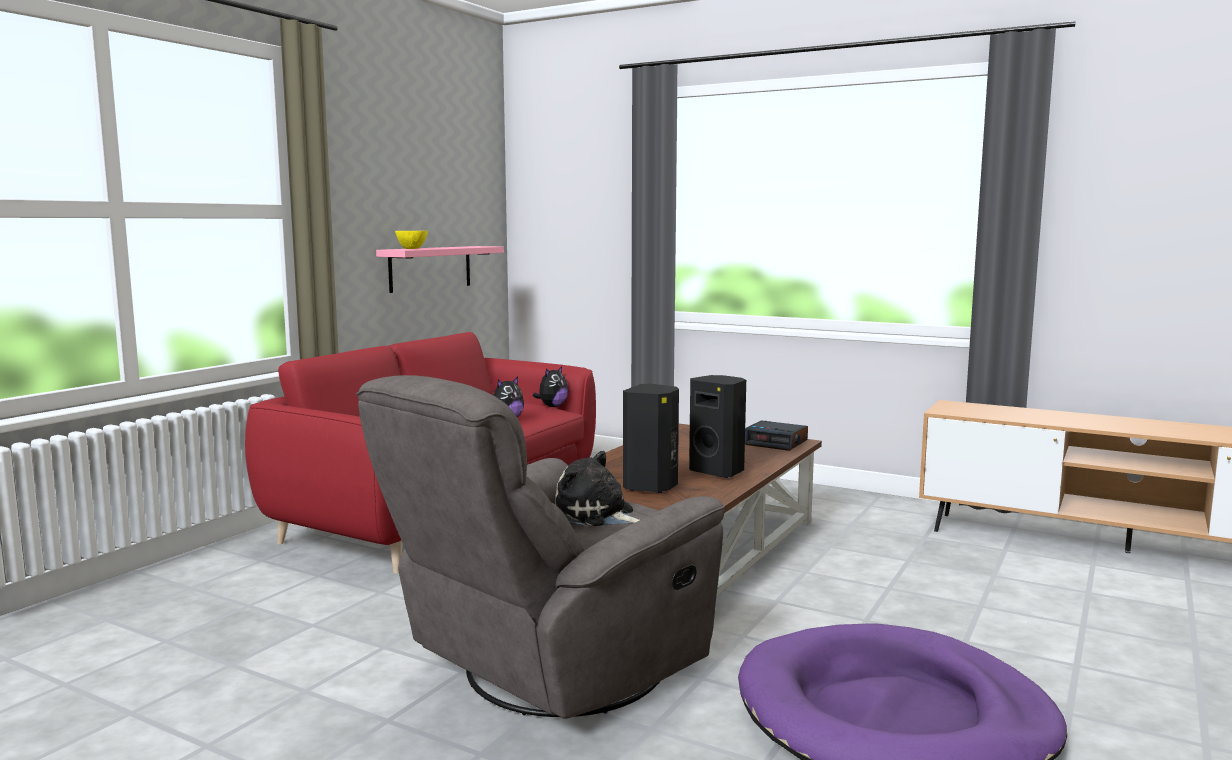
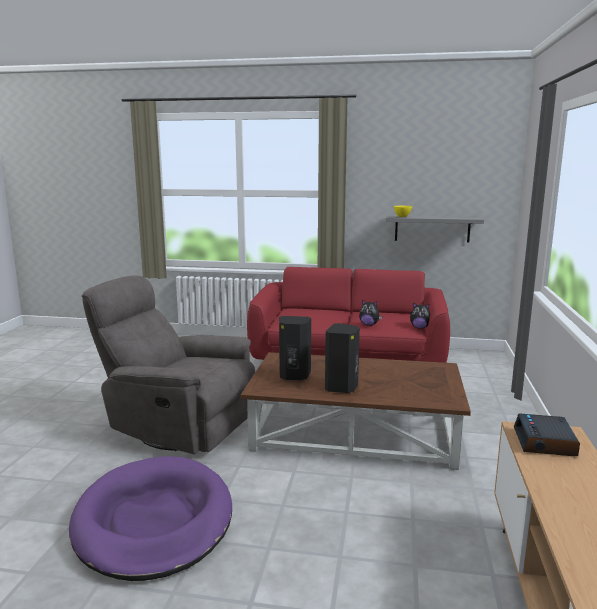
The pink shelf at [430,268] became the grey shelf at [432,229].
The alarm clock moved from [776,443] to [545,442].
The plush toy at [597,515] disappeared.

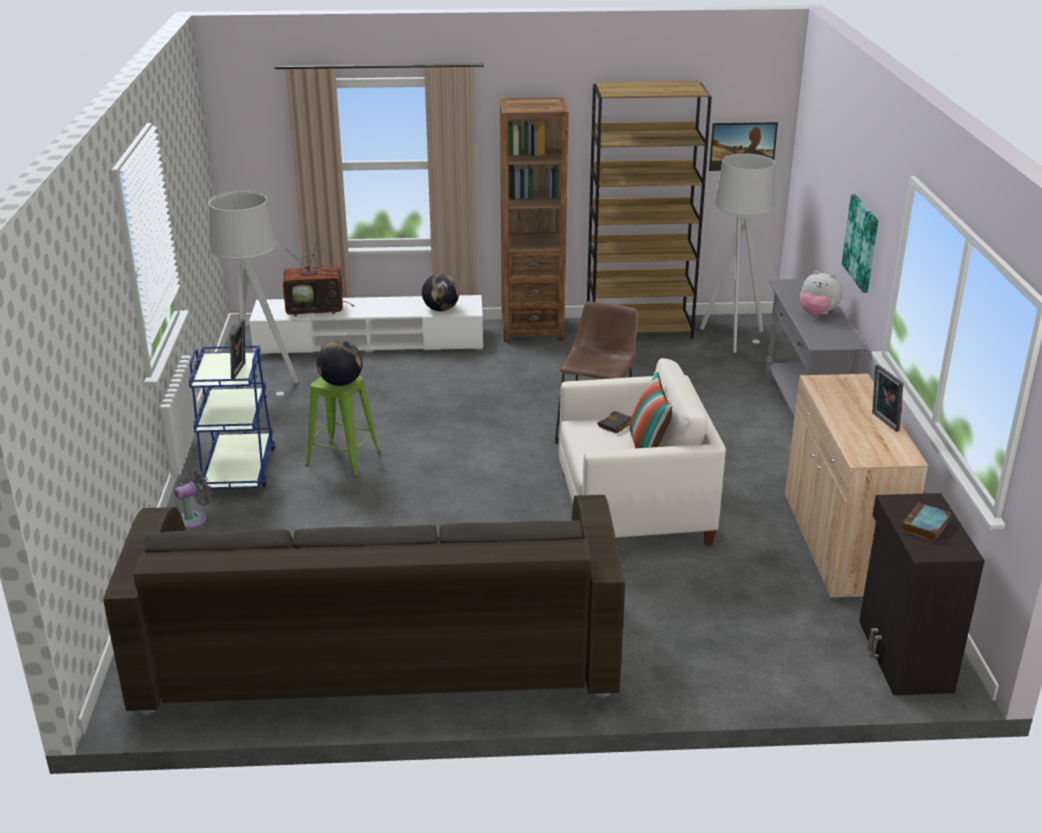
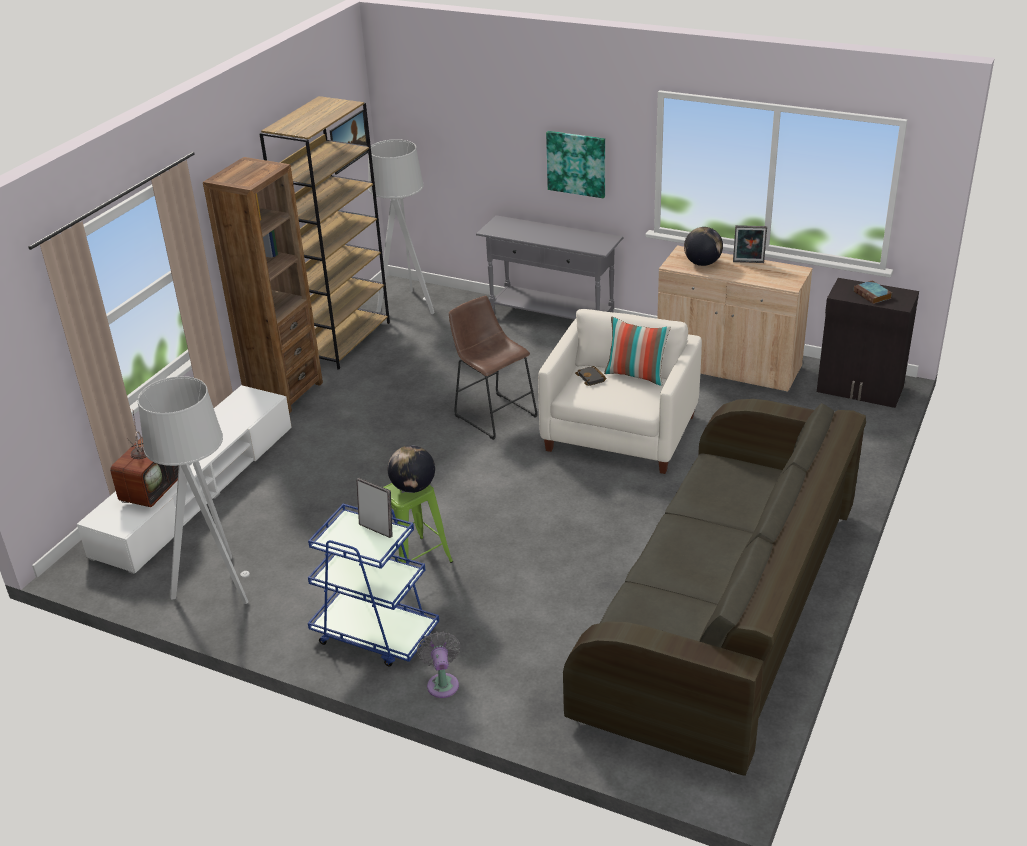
The plush toy at [817,314] disappeared.
The globe moved from [441,309] to [702,263].

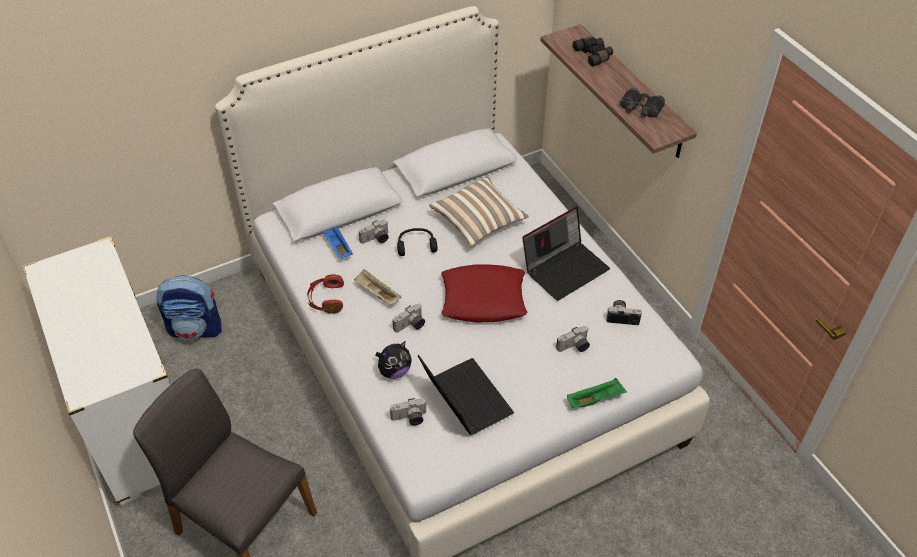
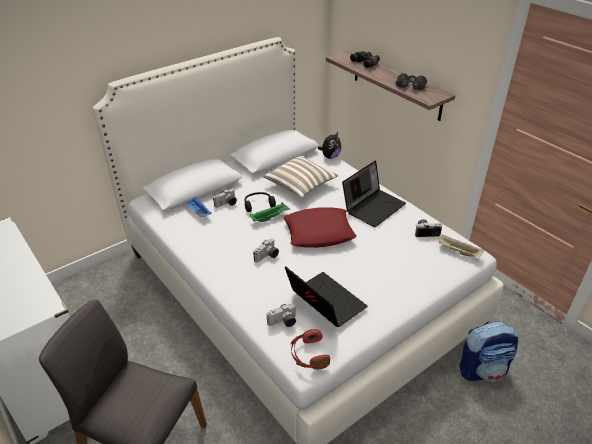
The beige tray moved from [377,293] to [458,251].
The red headphones moved from [326,299] to [309,355].
The backpack moved from [196,328] to [483,370].
The photo camera at [574,347] disappeared.
The plush toy moved from [394,371] to [330,156].
The green tray moved from [595,399] to [270,217].

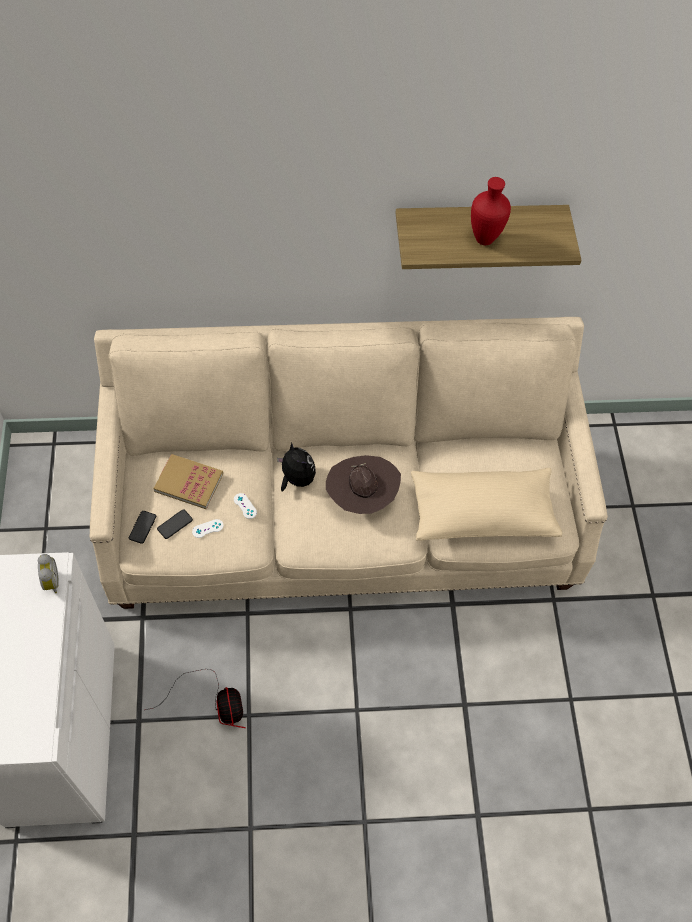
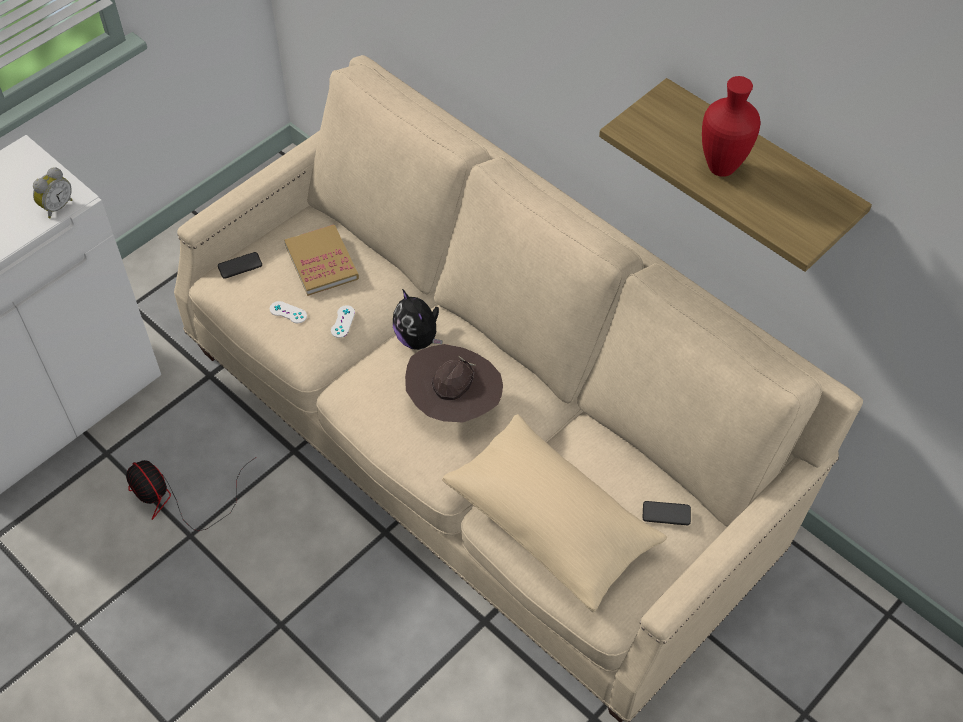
The plush toy at [296,479] turned 135 degrees clockwise.
The phone moved from [175,524] to [666,513].
The fan at [215,704] turned 105 degrees clockwise.

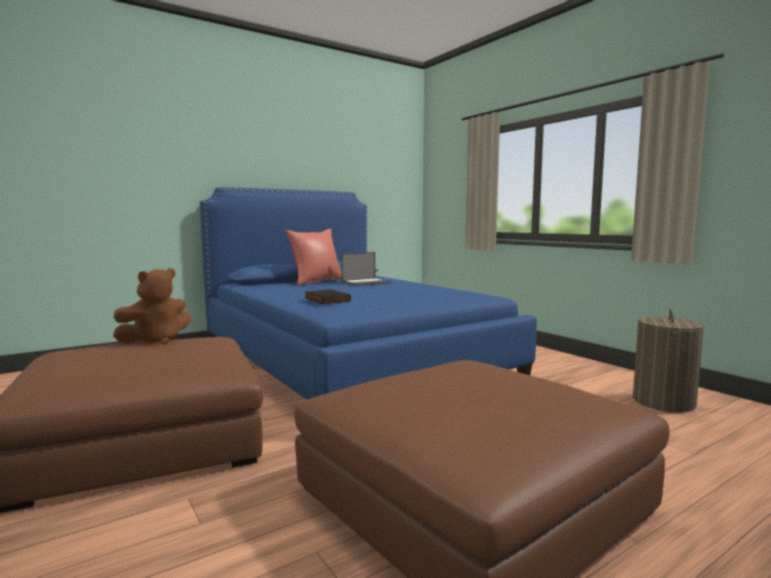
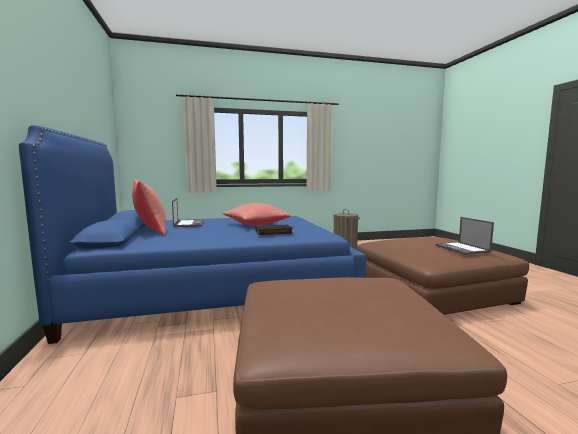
The brown plush toy at [156,340] disappeared.
The red pillow at [255,225] appeared.
The laptop at [462,249] appeared.

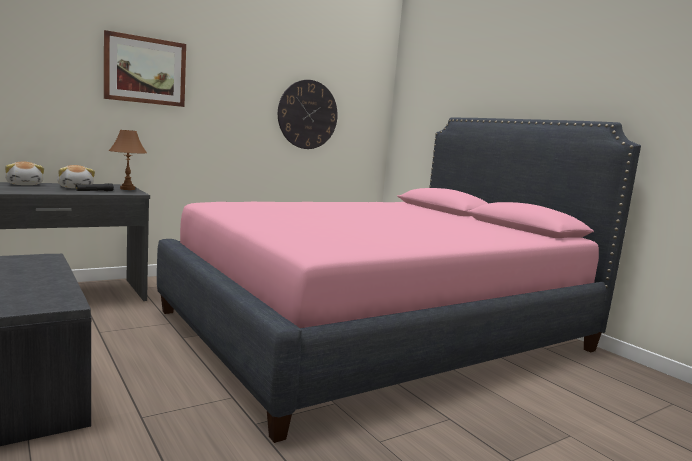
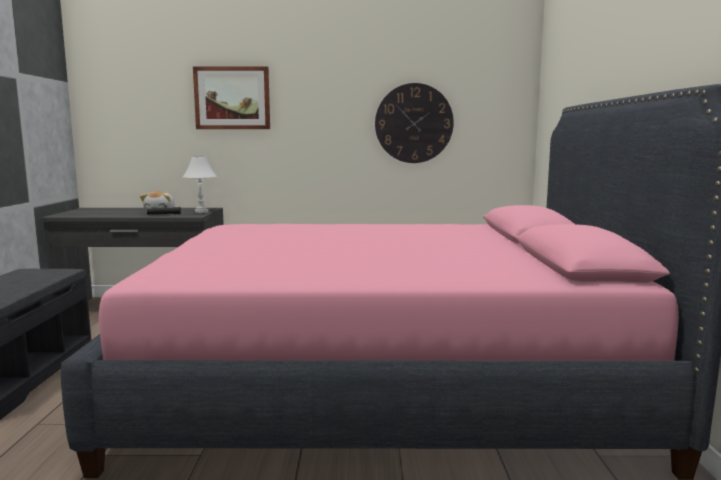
The brown table lamp at [127,189] became the white table lamp at [201,212].
The plush toy at [25,184] disappeared.

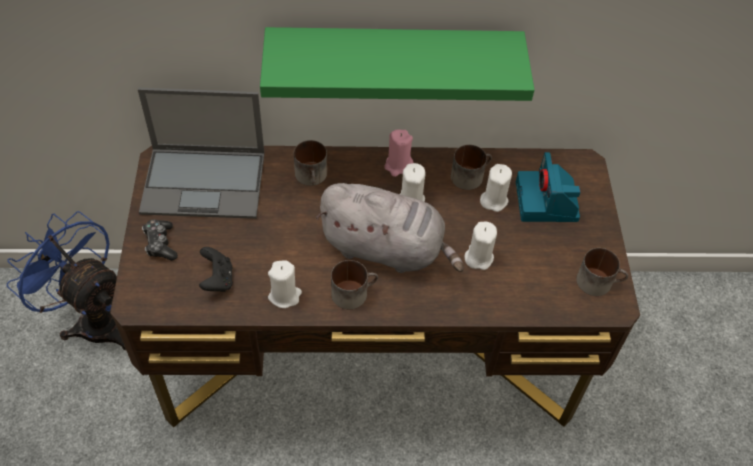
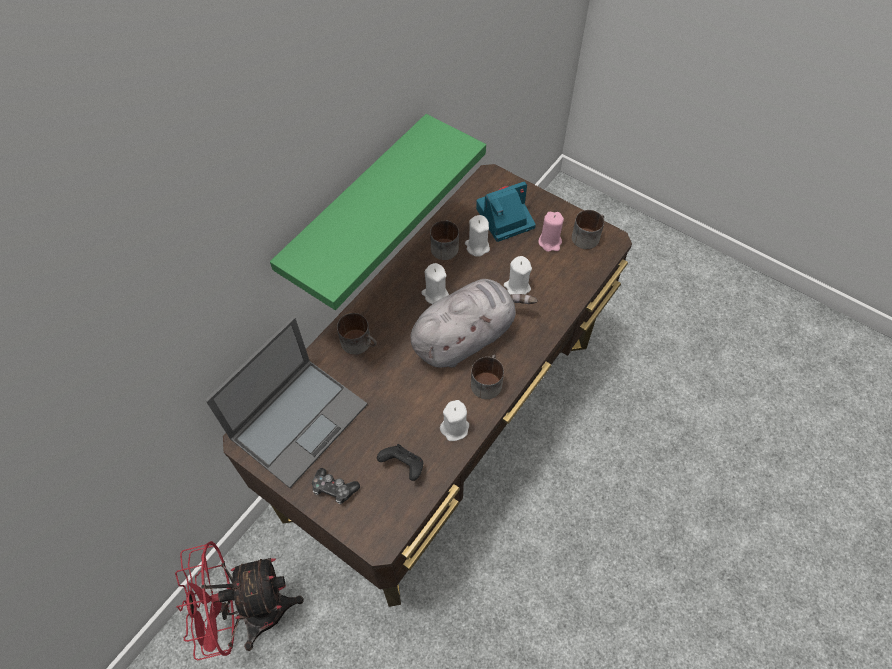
The pink candle moved from [398,165] to [550,242].
The photo camera at [547,202] turned 120 degrees clockwise.
The blue fan at [93,319] became the red fan at [251,613].

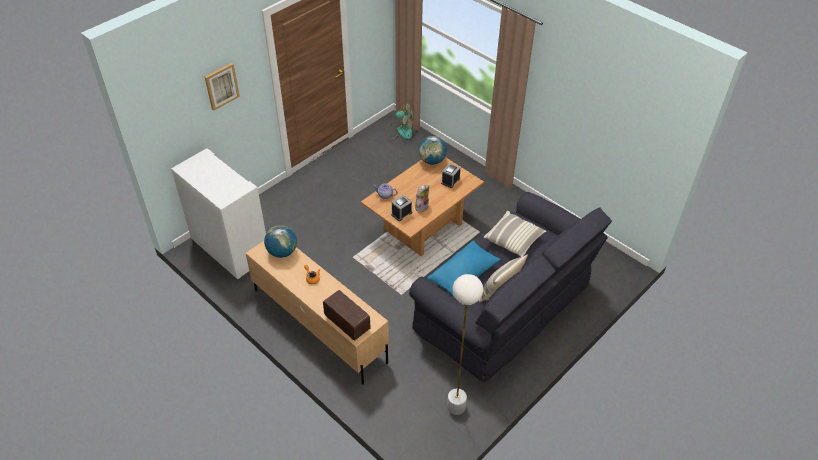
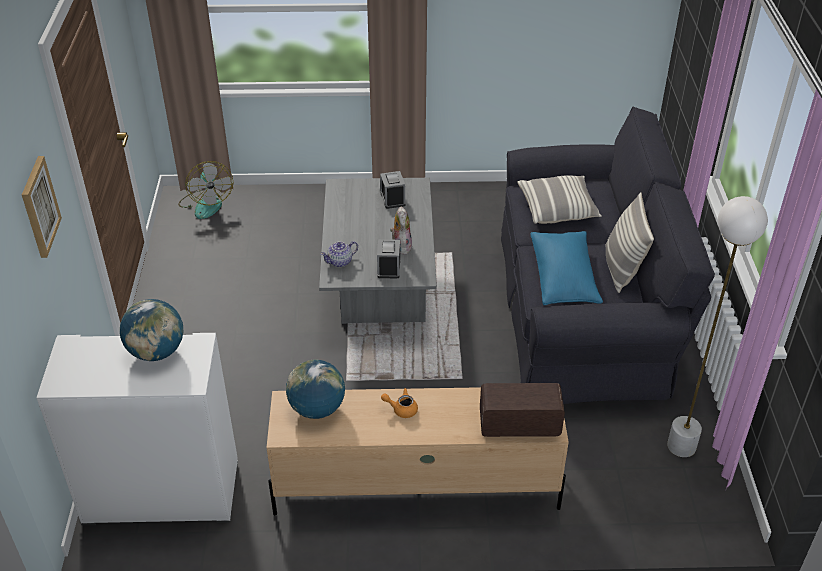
The fan at [400,131] turned 90 degrees clockwise.
The globe moved from [432,161] to [156,352].
The brown coffee table at [422,225] became the grey coffee table at [379,288].

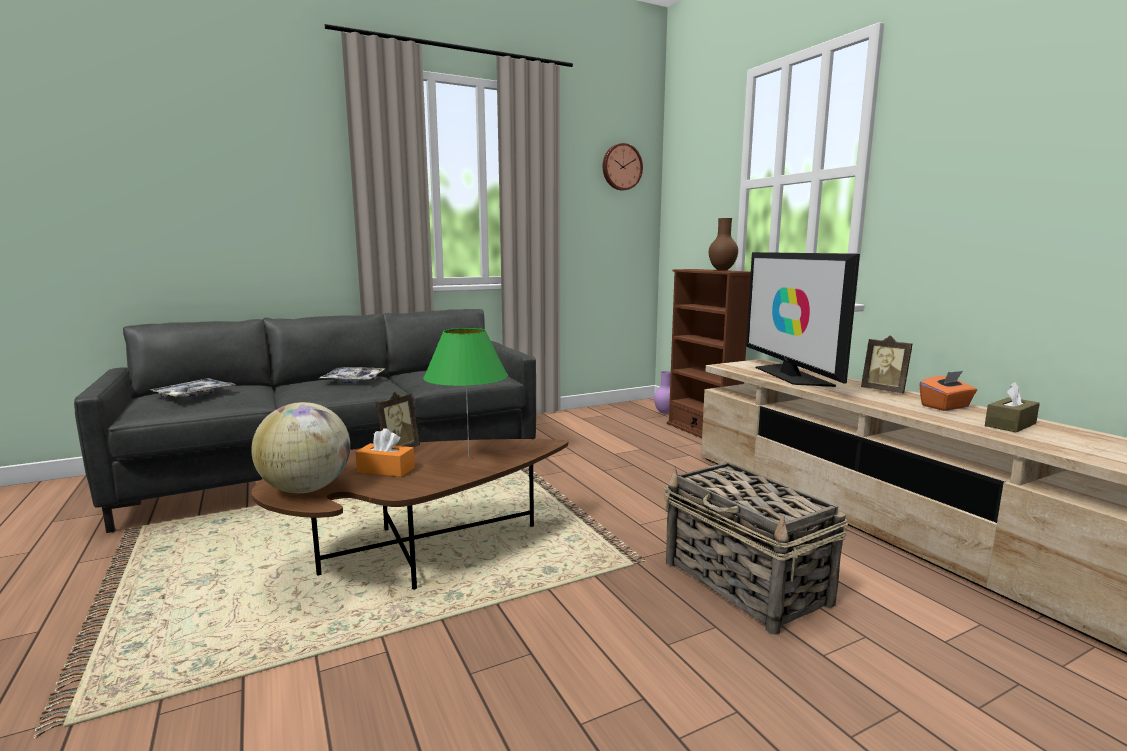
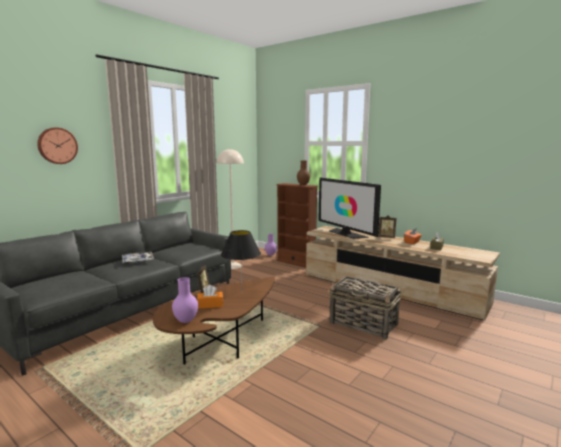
The wall clock moved from [621,167] to [57,145].
The green table lamp at [468,459] became the black table lamp at [241,293].
The tray at [193,395] disappeared.
The globe at [306,489] was replaced by the purple vase at [185,321].
The beige floor lamp at [233,266] appeared.

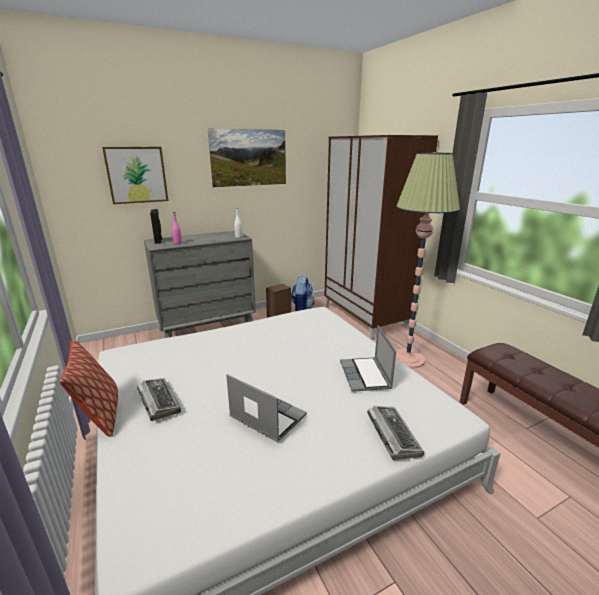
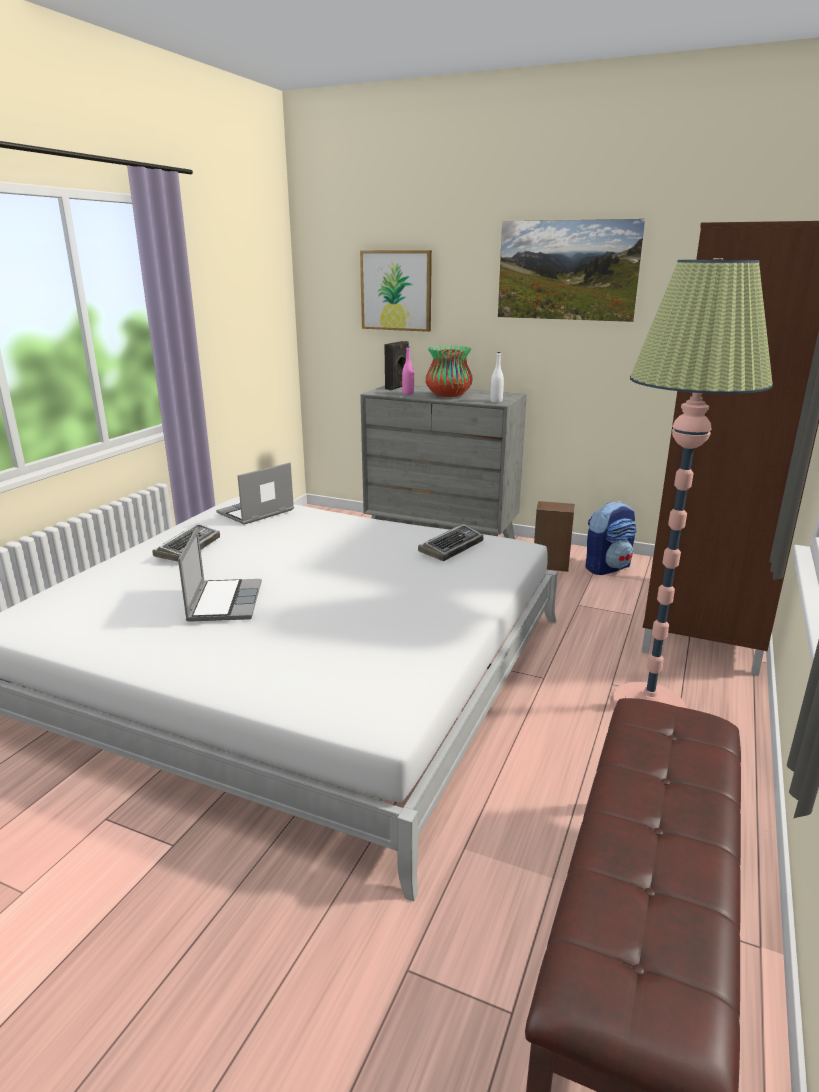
The laptop moved from [365,376] to [255,512].
The pillow at [100,416] disappeared.
The keyboard moved from [392,434] to [451,547].
The vase at [449,395] appeared.

